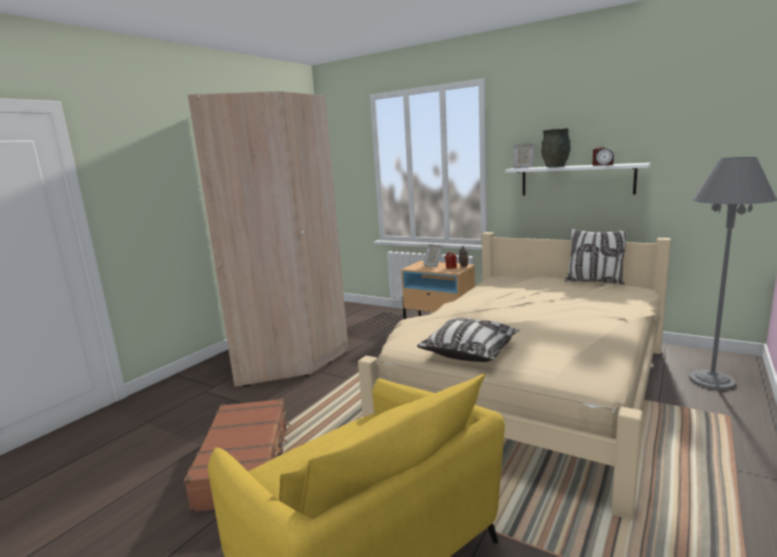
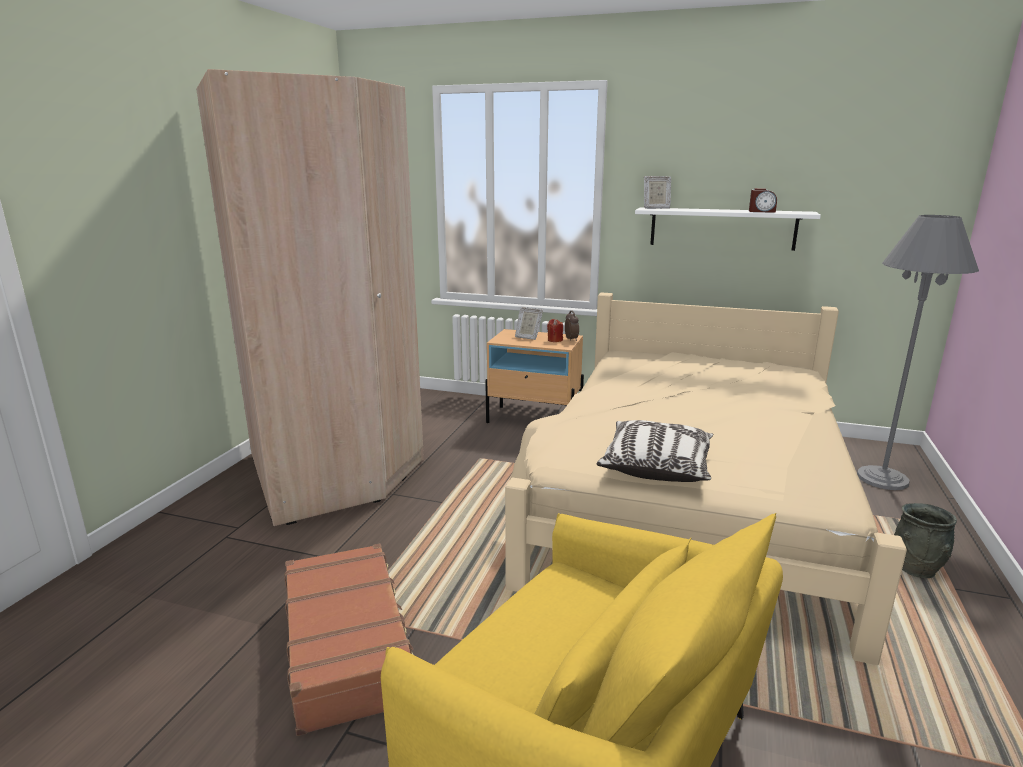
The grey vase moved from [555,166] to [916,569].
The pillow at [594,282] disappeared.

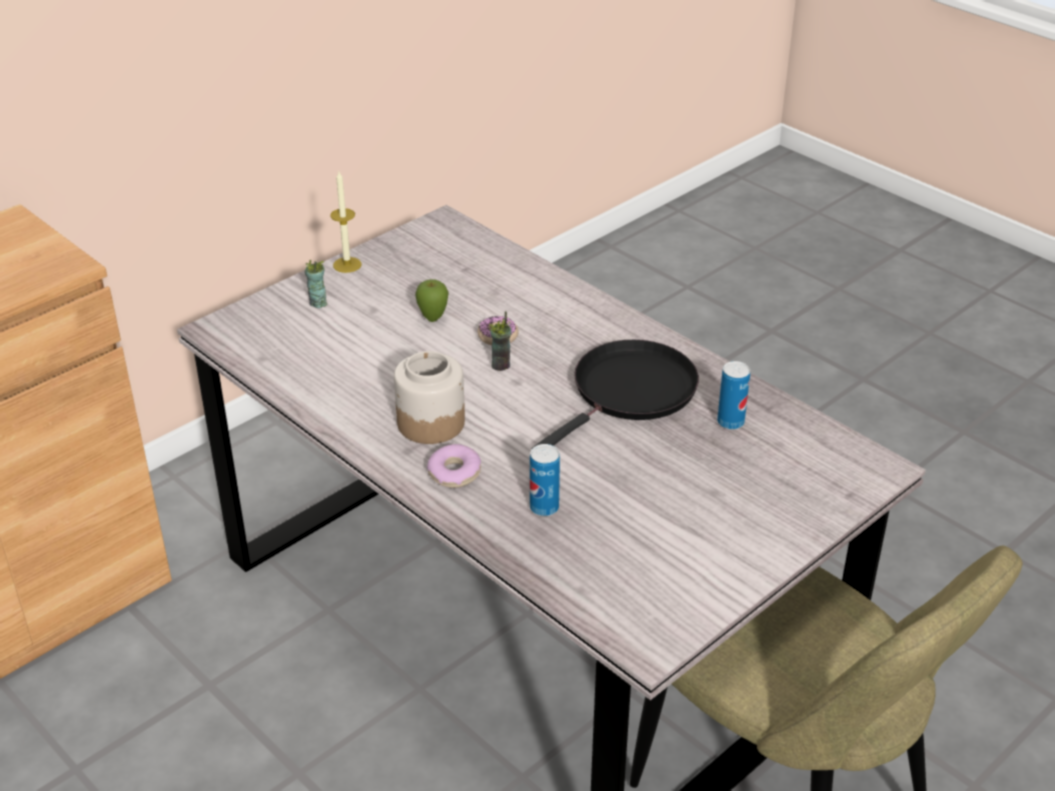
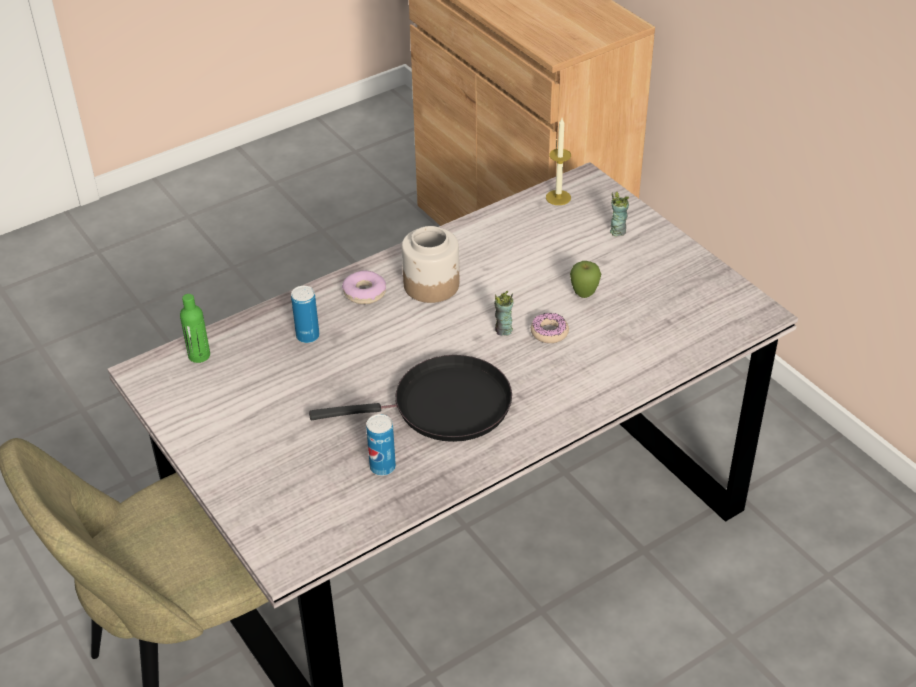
The candle moved from [347,265] to [558,197].
The black frying pan at [629,392] turned 60 degrees counterclockwise.
The green bottle at [199,355] appeared.

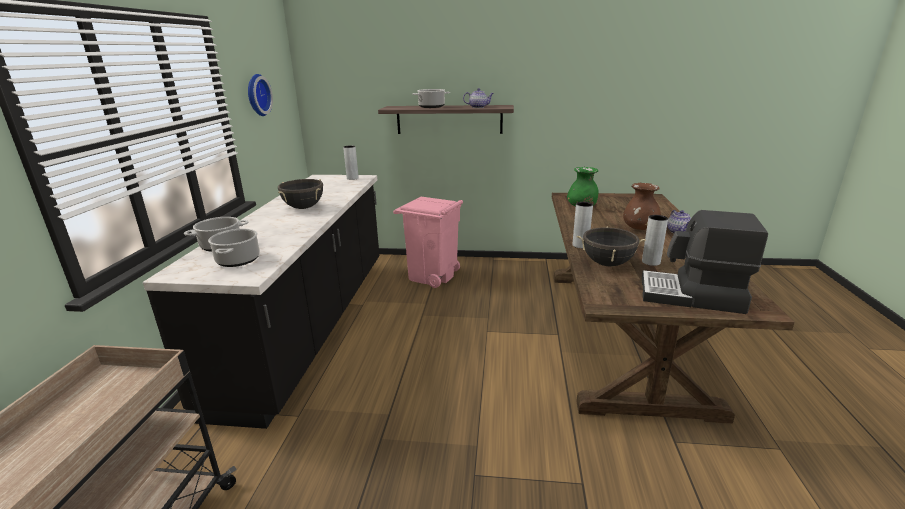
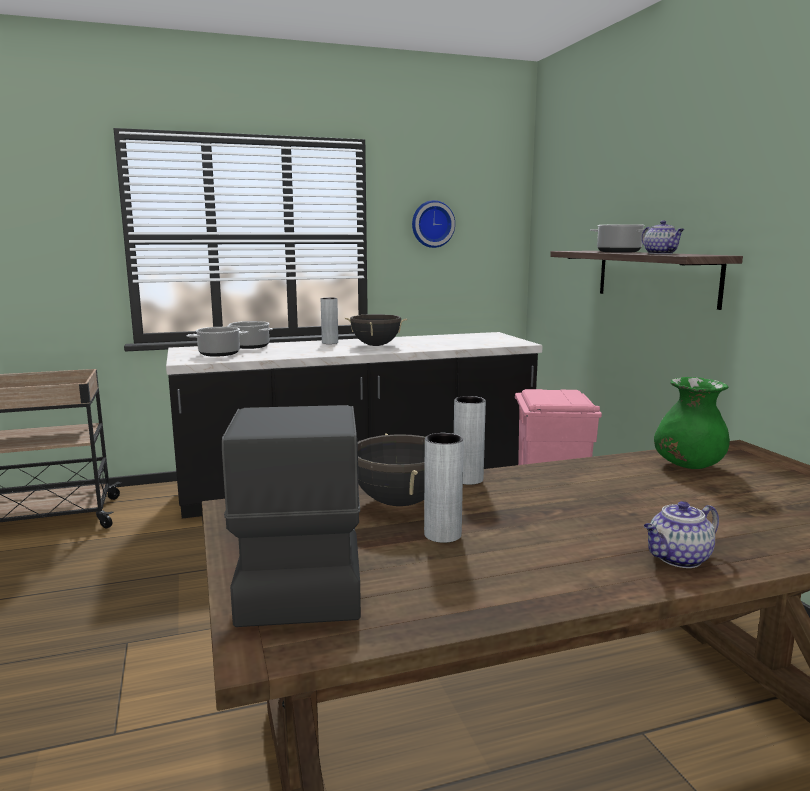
The grey vase moved from [352,178] to [330,343].
The brown vase at [640,228] disappeared.

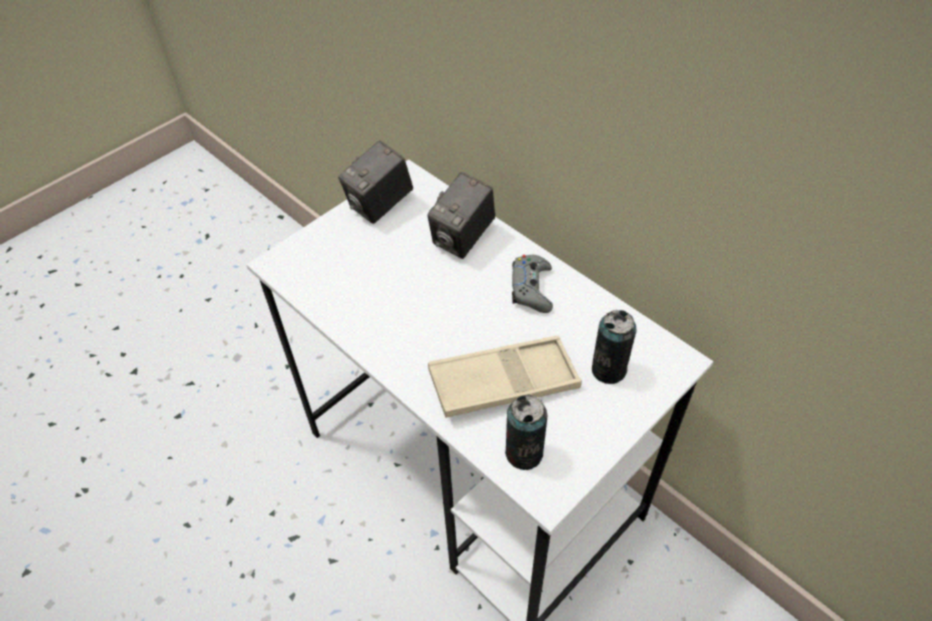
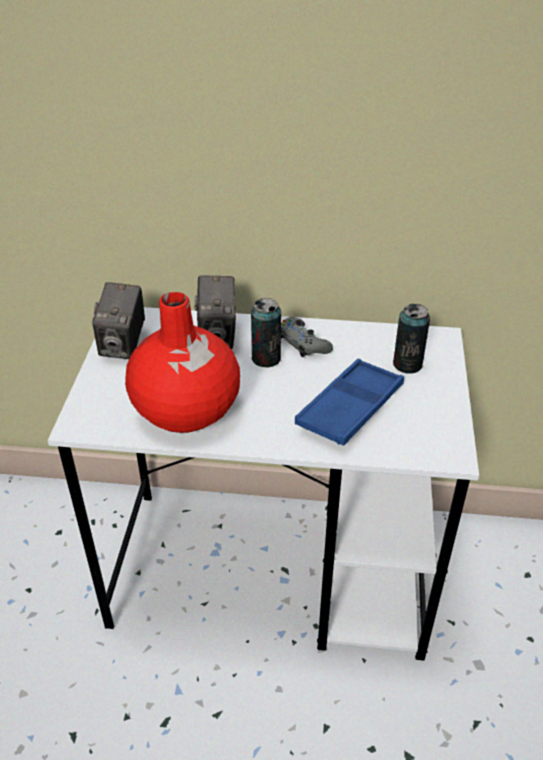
The beige tray at [504,382] became the blue tray at [350,408].
The can moved from [524,453] to [266,358].
The red vase at [186,411] appeared.

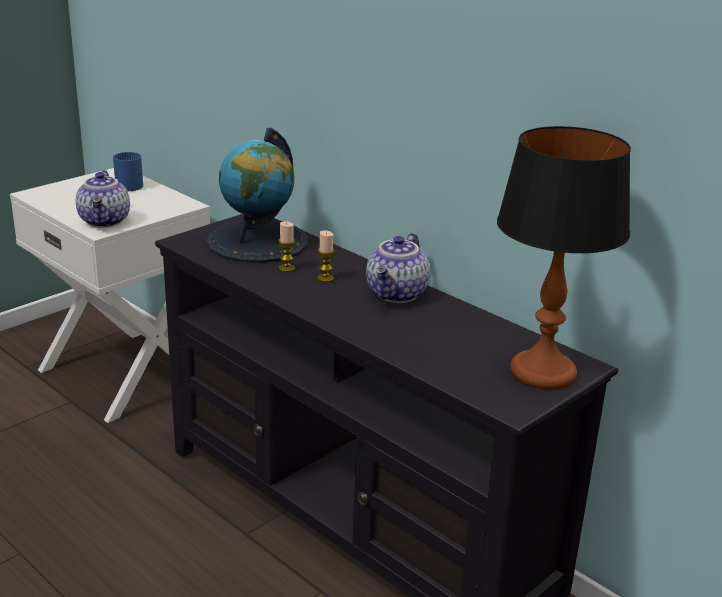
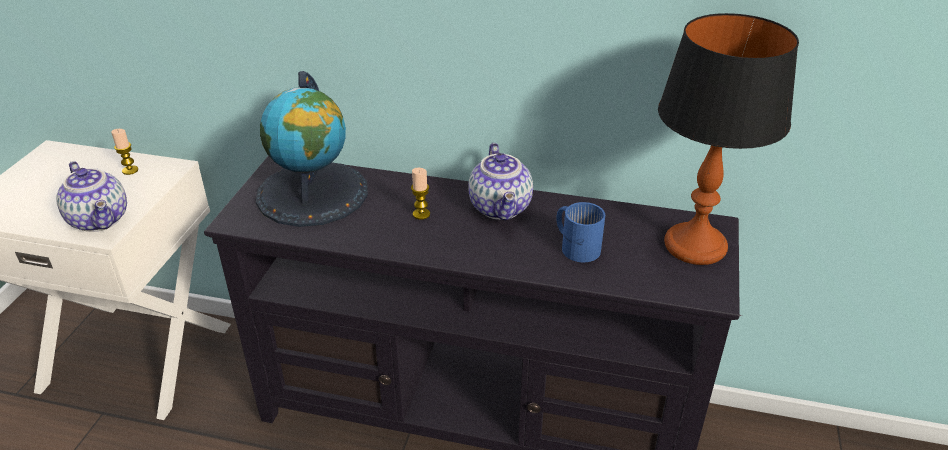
The blue mug moved from [131,184] to [576,245].
The candle moved from [286,268] to [130,170].

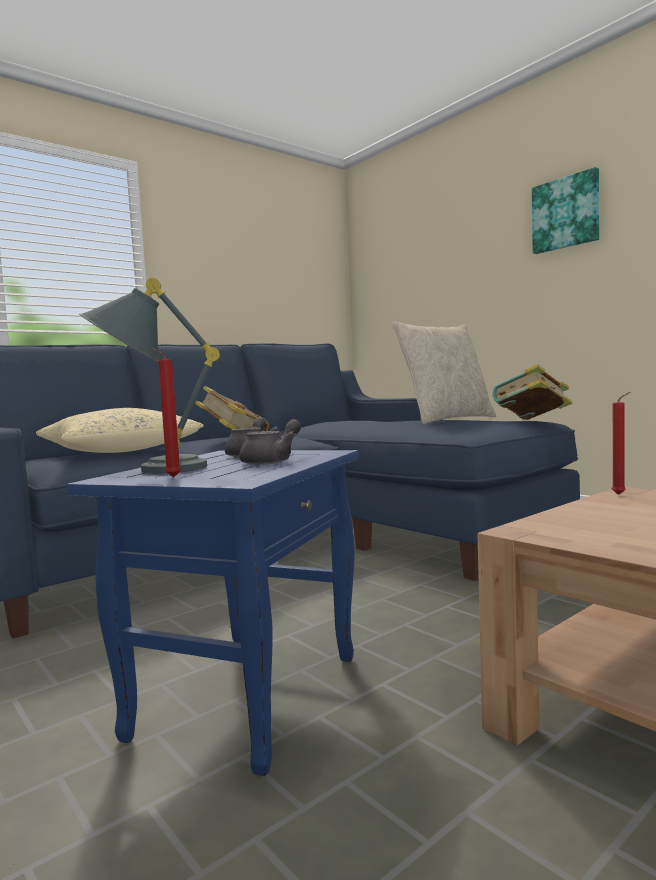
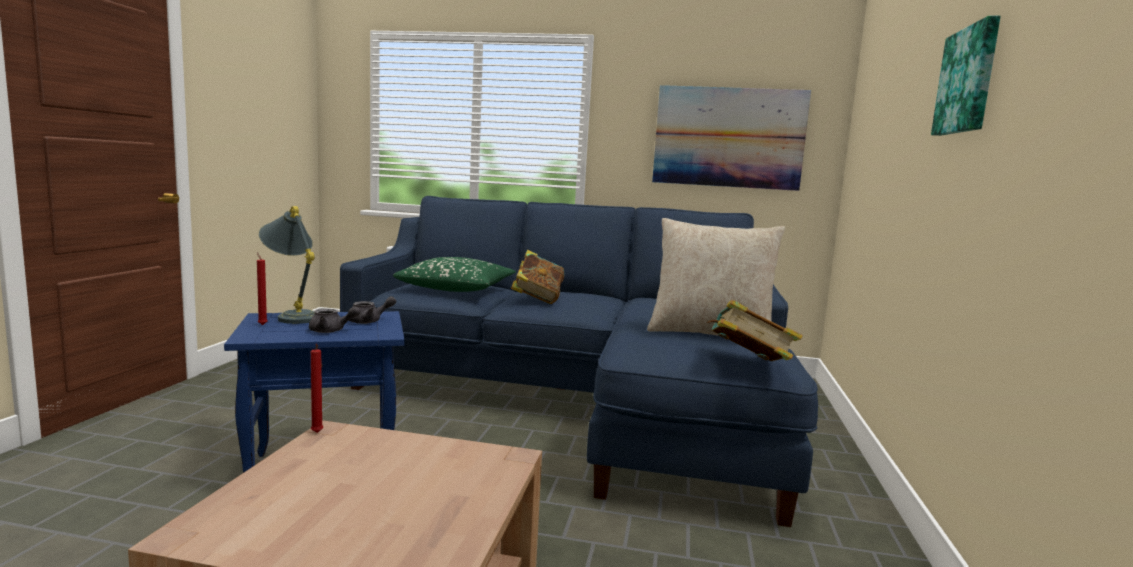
The red candle moved from [621,494] to [317,433].
The beige pillow at [120,451] became the green pillow at [457,289].
The picture at [728,138] appeared.

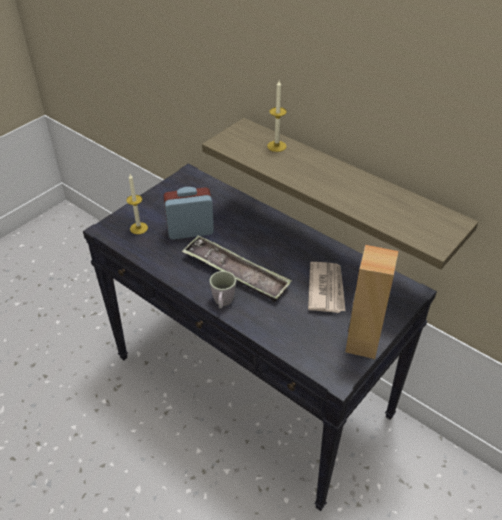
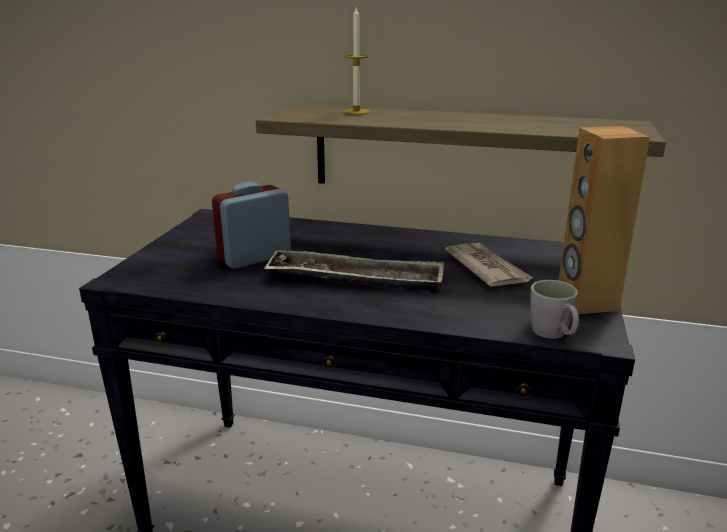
The candle at [139,228] disappeared.
The grey mug moved from [223,302] to [553,334].

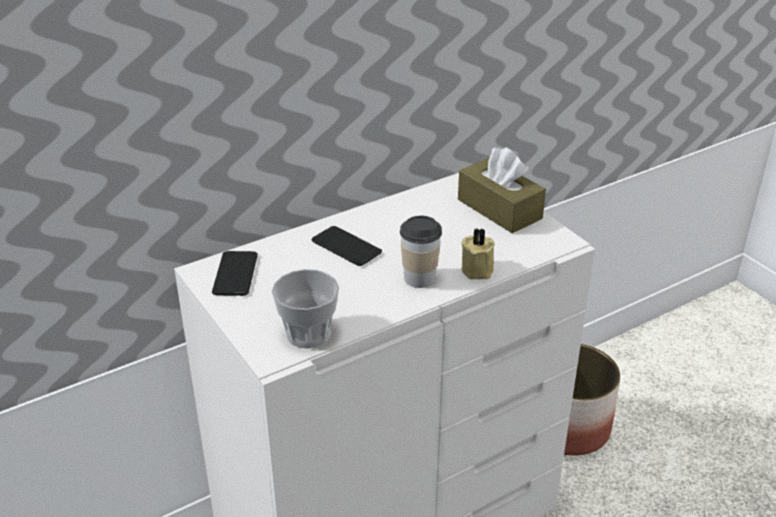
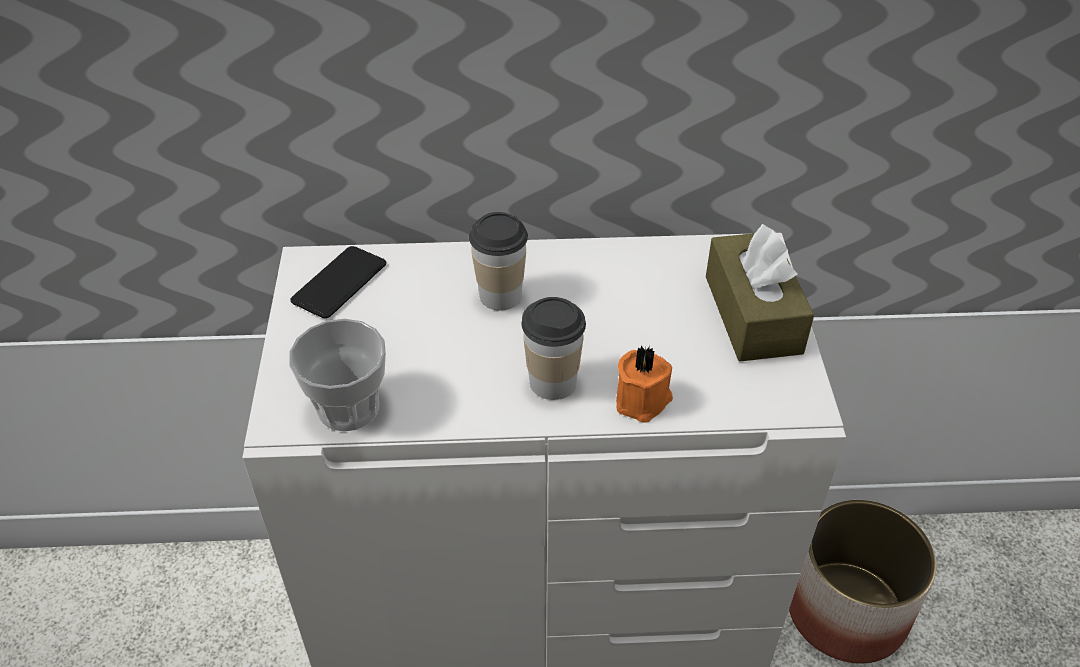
The phone at [346,247] was replaced by the cup at [500,295].
The beige candle at [478,269] became the orange candle at [643,401].

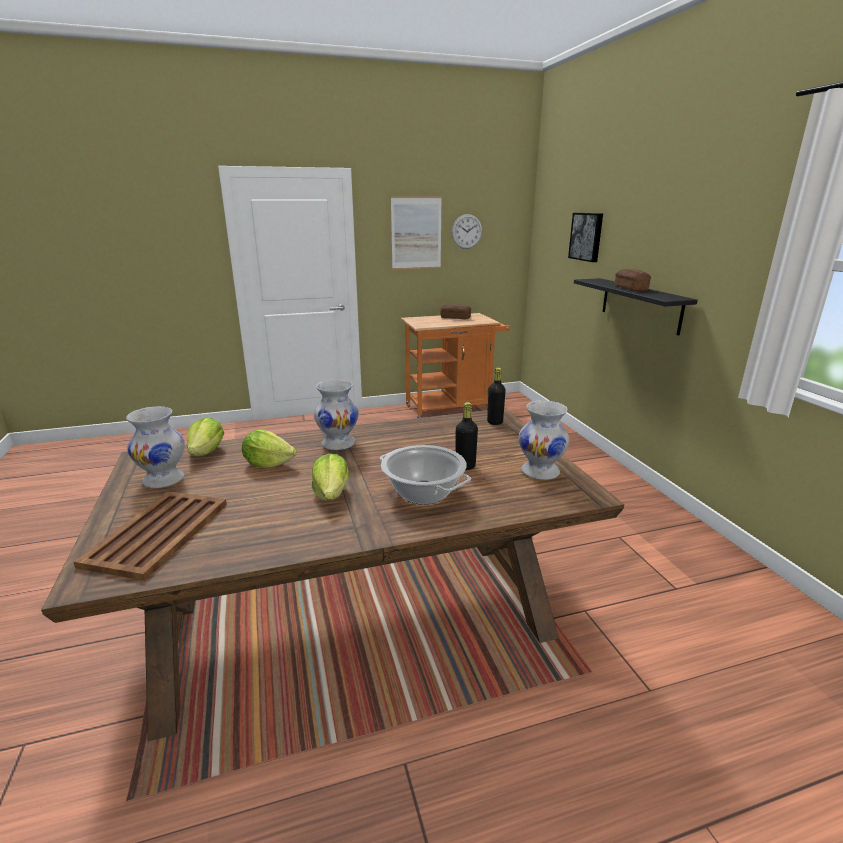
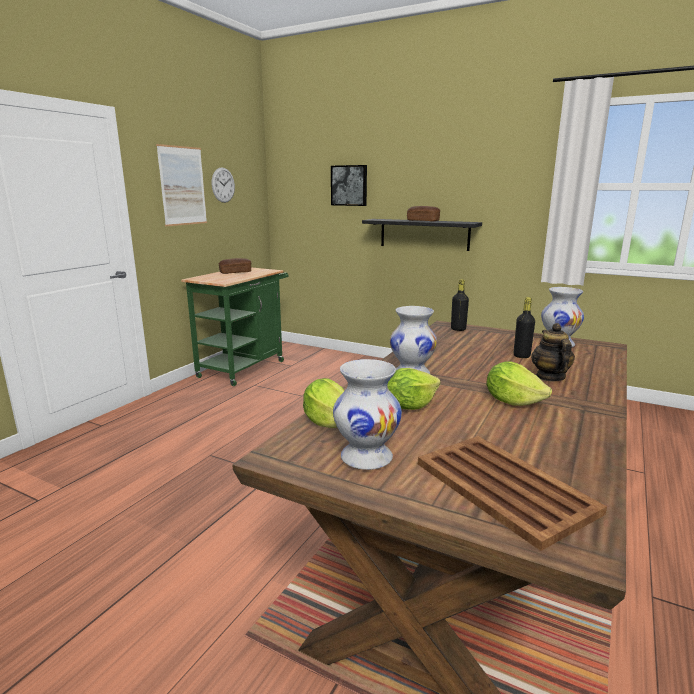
The orange cart at [453,409] became the green cart at [245,367].
The cooking pot at [423,493] was replaced by the teapot at [550,377].

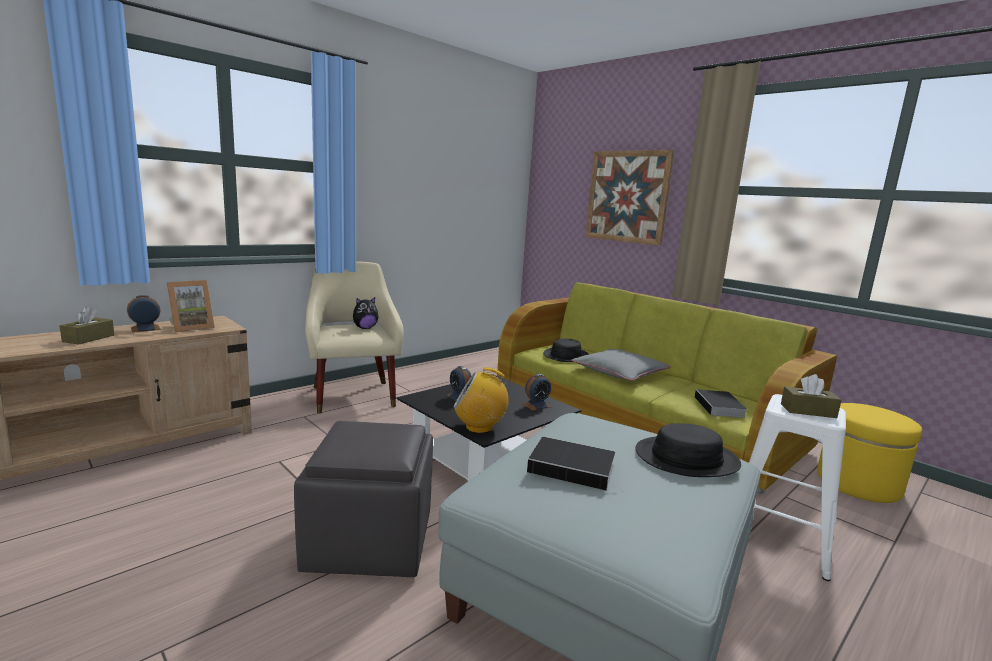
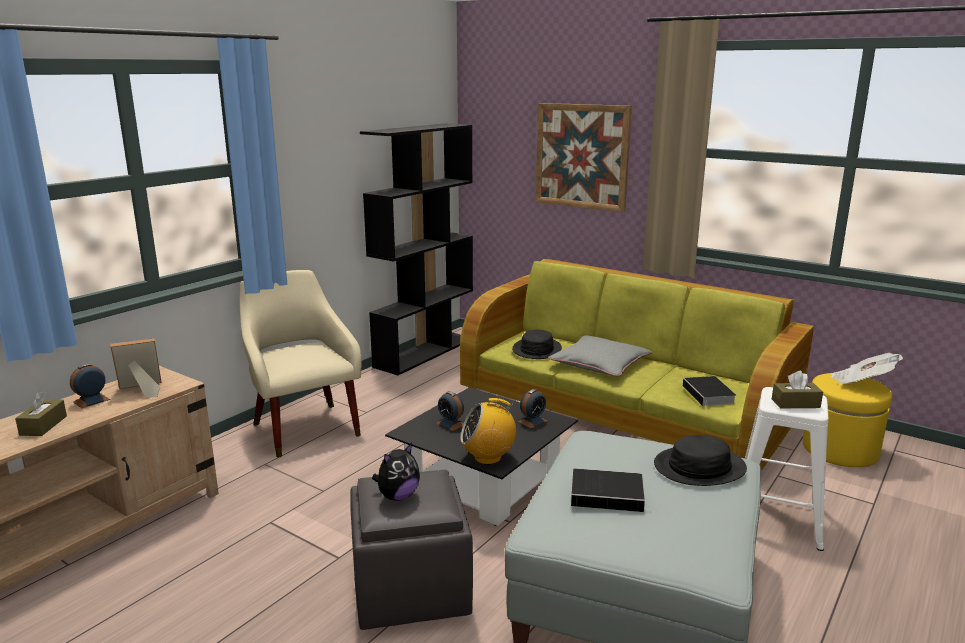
The picture frame at [191,327] turned 150 degrees counterclockwise.
The plush toy moved from [365,328] to [397,496].
The black bookcase at [425,352] appeared.
The newspaper at [862,383] appeared.

